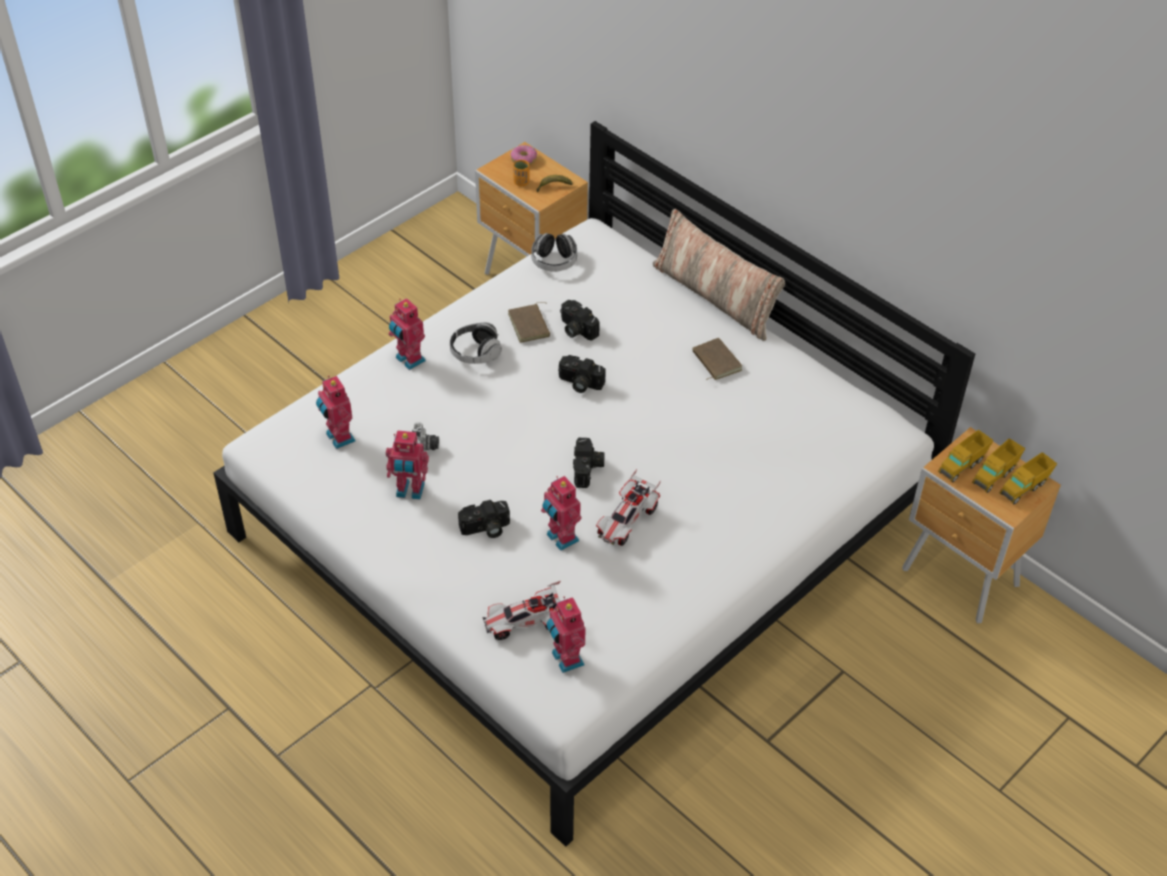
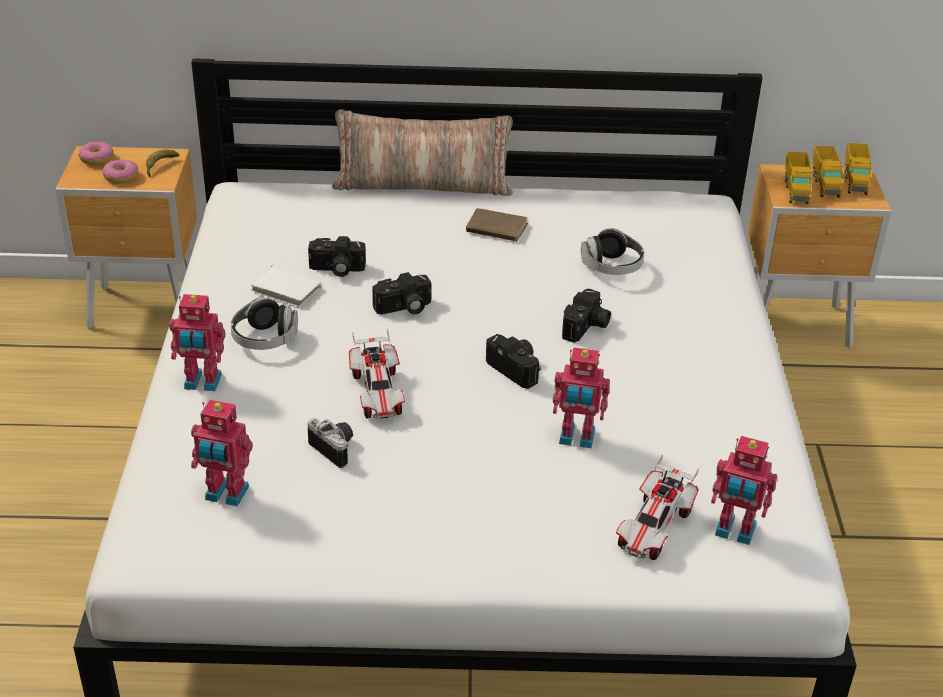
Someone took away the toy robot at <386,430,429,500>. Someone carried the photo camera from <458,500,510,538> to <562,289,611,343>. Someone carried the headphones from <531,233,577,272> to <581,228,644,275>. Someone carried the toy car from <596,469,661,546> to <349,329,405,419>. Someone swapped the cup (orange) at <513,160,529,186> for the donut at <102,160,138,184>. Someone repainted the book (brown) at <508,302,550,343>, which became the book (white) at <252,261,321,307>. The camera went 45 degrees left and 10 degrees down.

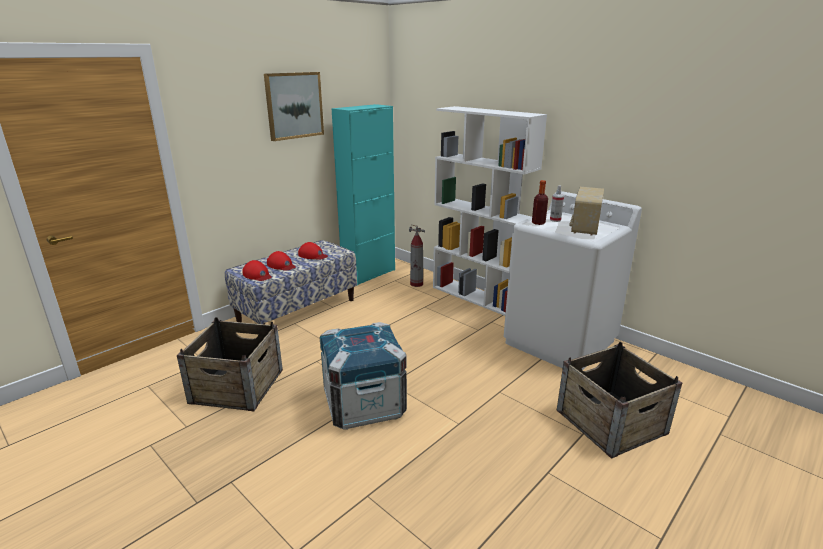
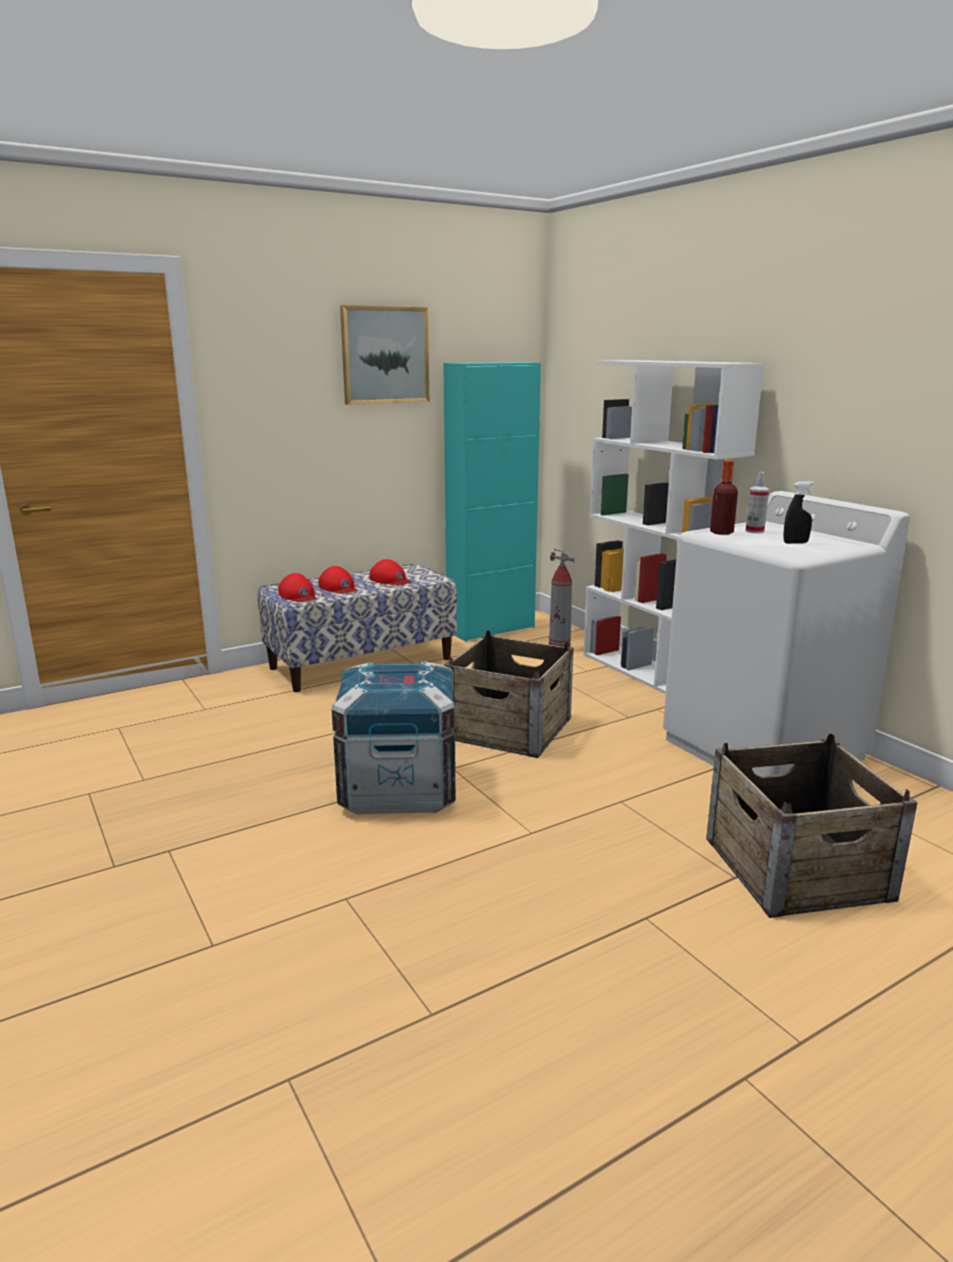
Someone carried the crate from <177,317,283,411> to <444,630,574,758>. Someone swapped the radio at <569,187,604,236> for the spray bottle (black) at <783,481,814,544>. The camera went 15 degrees right and 5 degrees down.

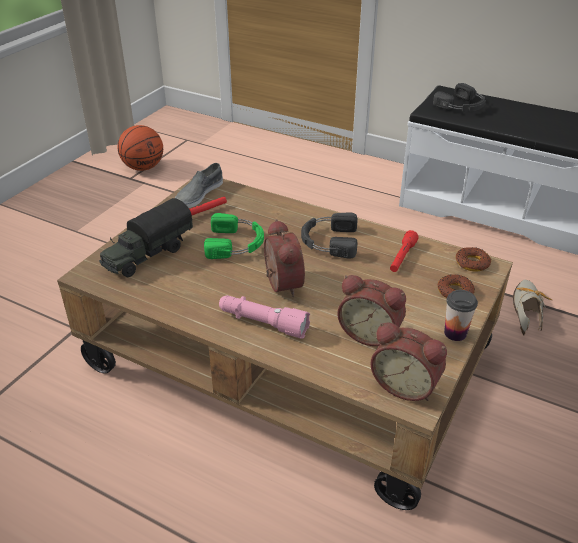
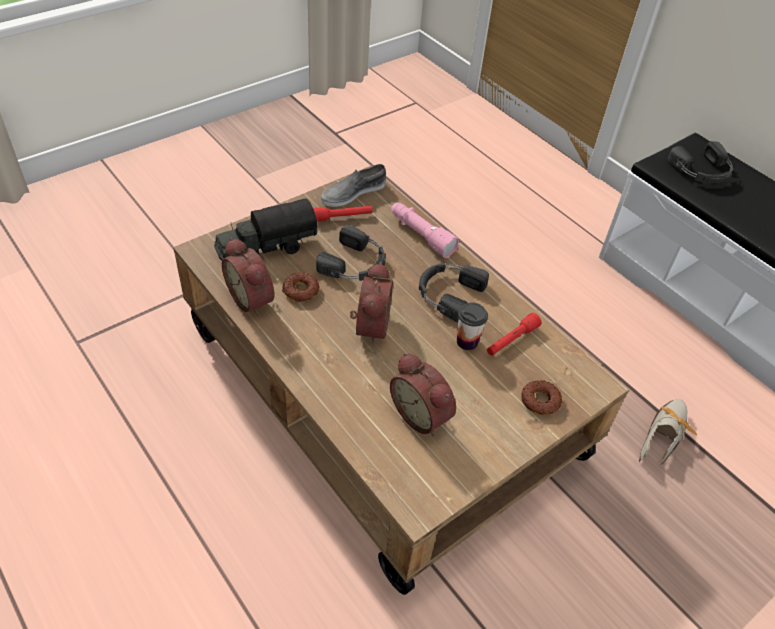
Someone took away the basketball at <118,125,163,171>. Someone carried the flashlight (pink) from <219,295,310,339> to <391,203,460,258>. Someone carried the alarm clock from <370,322,447,401> to <222,238,275,316>. Someone carried the cup from <444,290,478,341> to <457,302,488,350>. Someone carried the donut from <456,247,491,272> to <282,273,320,302>. Someone repainted the headphones (green) at <204,213,264,259>, which became the headphones (black) at <316,225,386,281>. The camera went 20 degrees right and 10 degrees up.

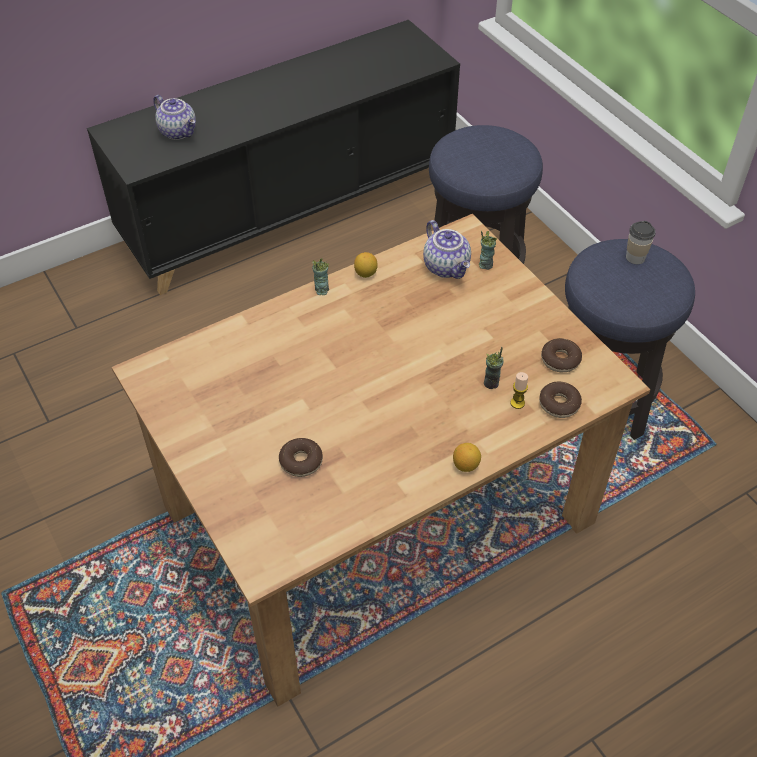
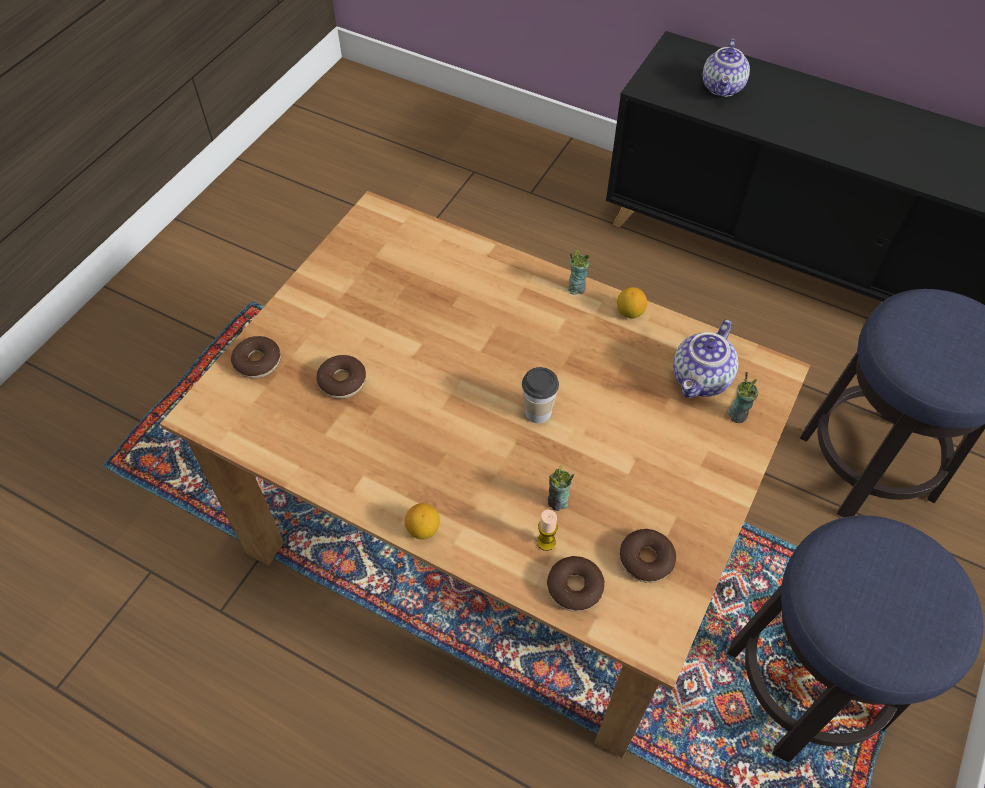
Someone put down the donut at <231,336,281,378>. Someone carried the cup from <626,221,656,264> to <522,367,559,424>. The camera went 60 degrees right and 5 degrees up.

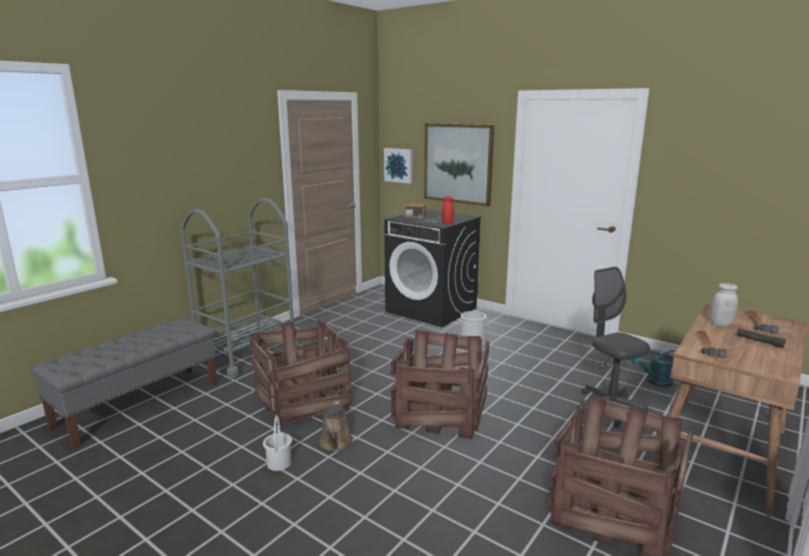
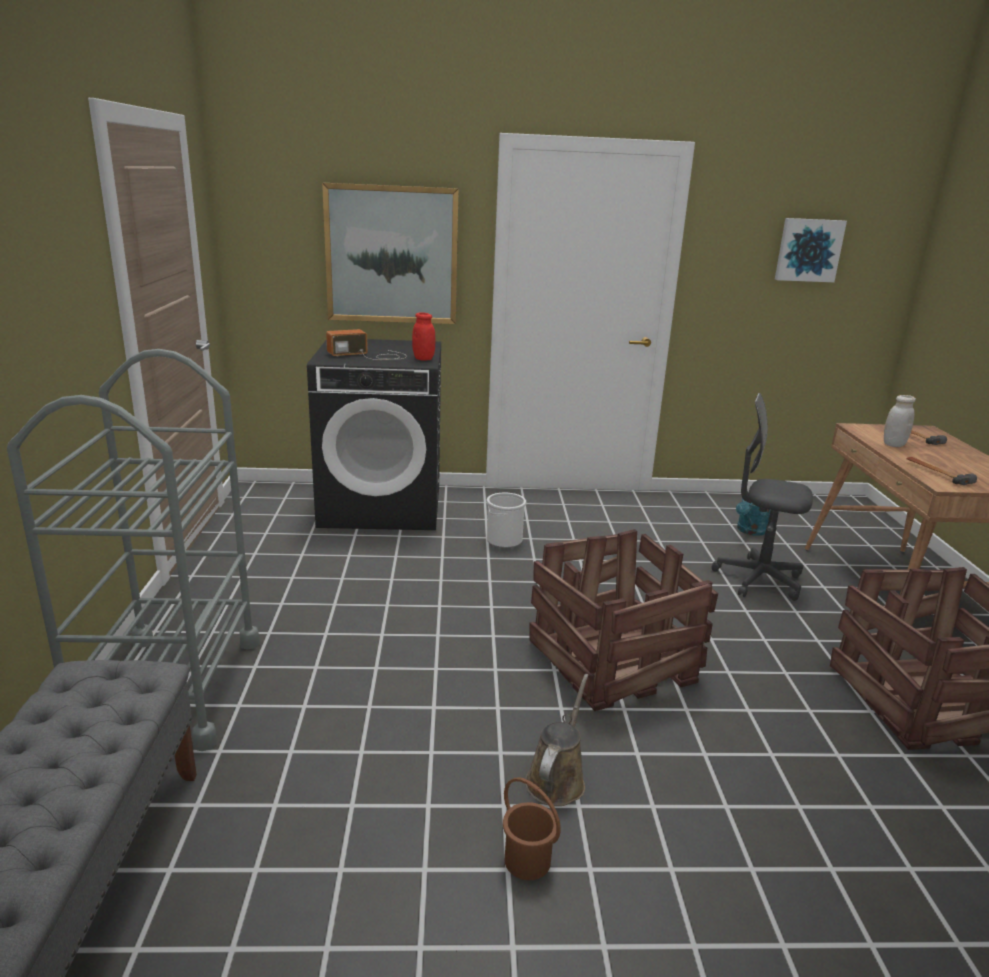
Someone took away the crate at <250,320,352,427>. Someone took away the flashlight (black) at <737,329,786,348>. Someone carried the picture from <384,148,412,184> to <775,218,847,282>. Someone repainted the bucket (white) at <263,415,292,471>, which became the bucket (brown) at <503,777,561,880>. Someone rotated the watering can (brown) at <320,401,353,451> by 120 degrees counterclockwise. The camera went 40 degrees left and 5 degrees up.

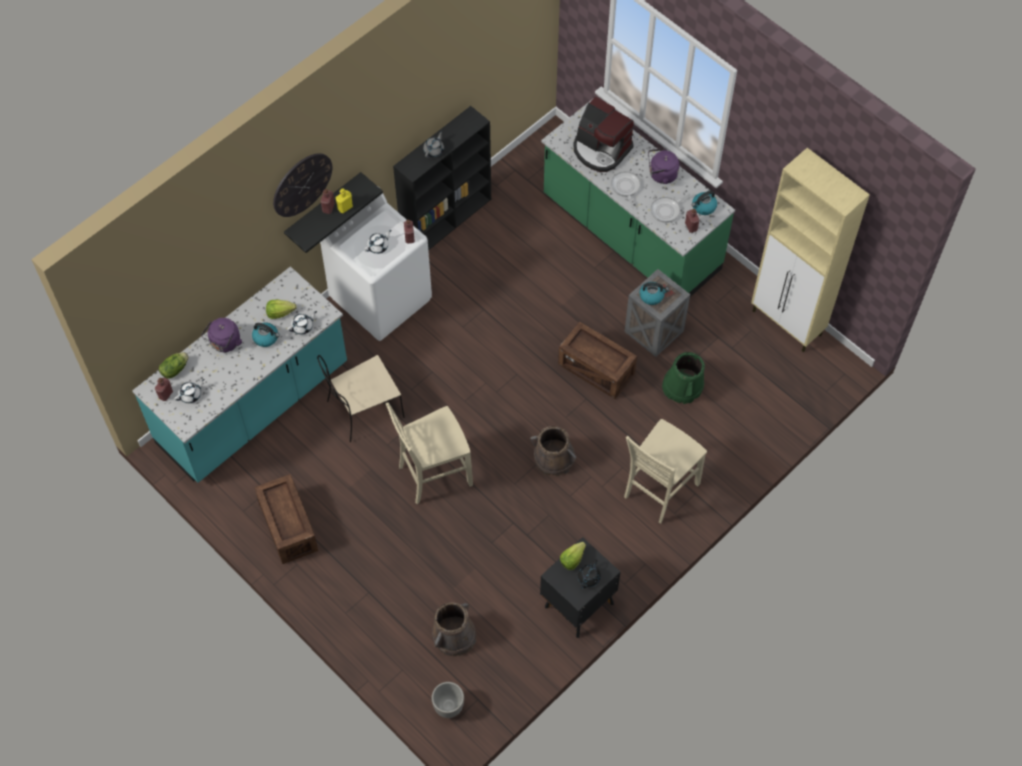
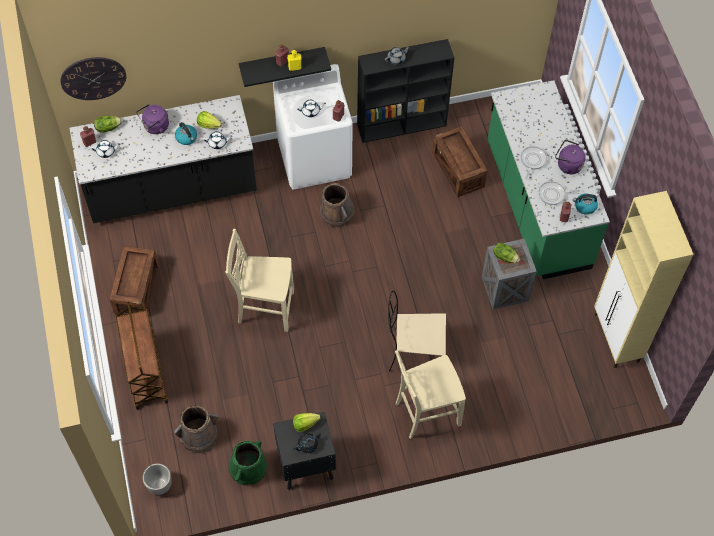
Someone took away the coffee machine at <573,96,634,172>. Someone put down the cart (brown) at <116,302,168,410>. Someone carried the wall clock from <273,153,332,217> to <61,57,126,100>. Someone carried the chair (beige) from <317,355,405,442> to <388,291,446,371>. Someone carried the bucket (brown) from <530,426,577,477> to <320,183,354,228>. Someone carried the crate from <558,321,637,399> to <433,126,487,197>. Someone carried the bucket (green) from <662,352,705,404> to <228,441,267,485>. Someone swapped the kettle at <639,282,669,305> for the lettuce at <493,243,520,263>. Someone repainted the counter (turquoise) at <132,266,347,483>, which became the counter (black) at <70,95,257,223>. The camera went 30 degrees right and 0 degrees up.

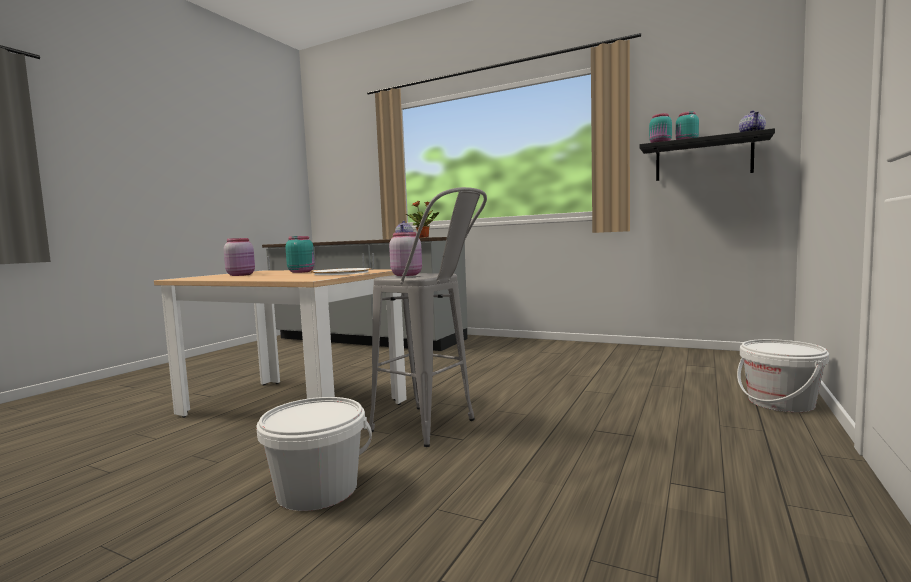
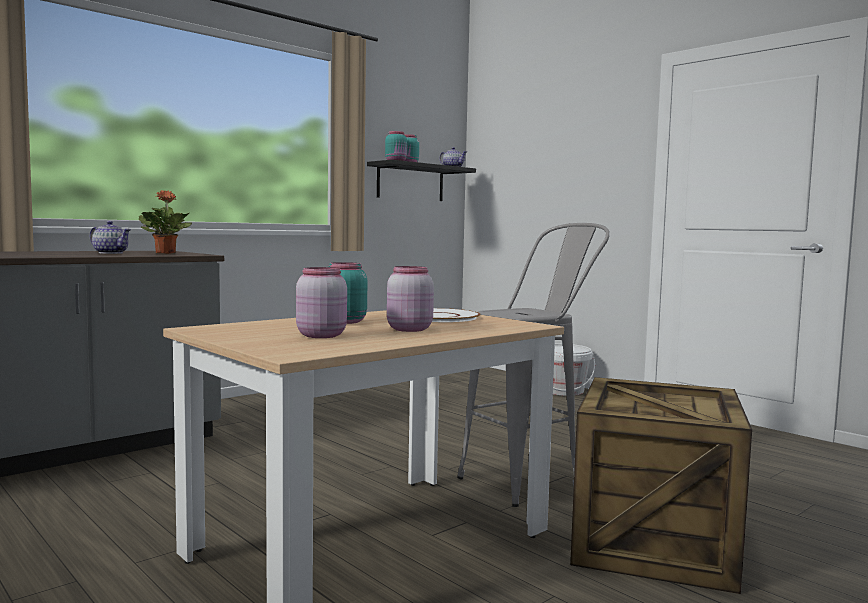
Someone carried the jar (pink) from <389,232,422,276> to <387,266,434,332>. Someone swapped the bucket (white) at <256,397,372,511> for the crate at <570,377,752,594>. The camera went 70 degrees left and 0 degrees up.

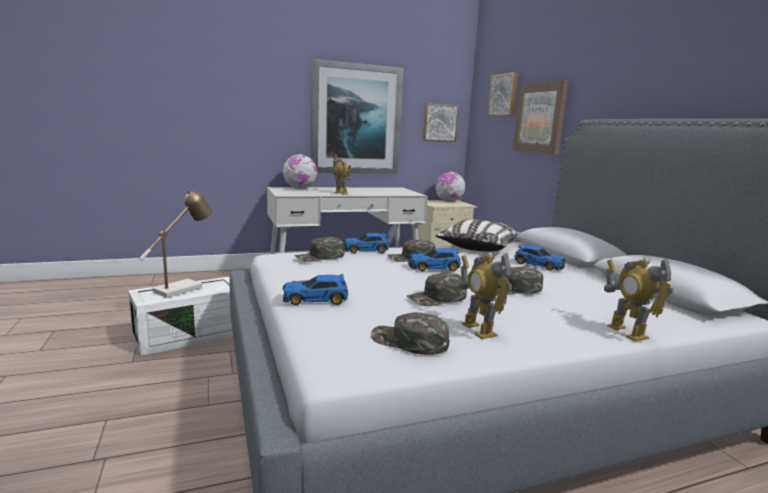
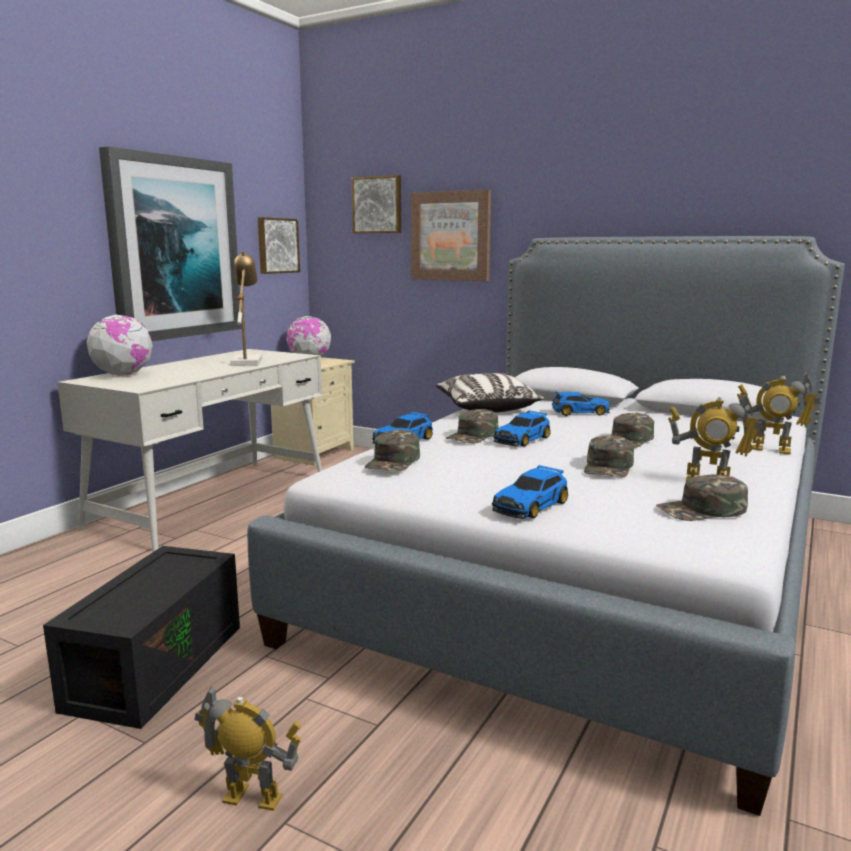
Someone carried the table lamp from <139,190,212,298> to <231,251,262,366>. Someone carried the toy robot from <333,155,351,195> to <194,685,301,811>. Someone repainted the storage box (white) at <128,277,233,356>, which became the storage box (black) at <43,546,240,729>. The camera went 40 degrees left and 0 degrees up.

